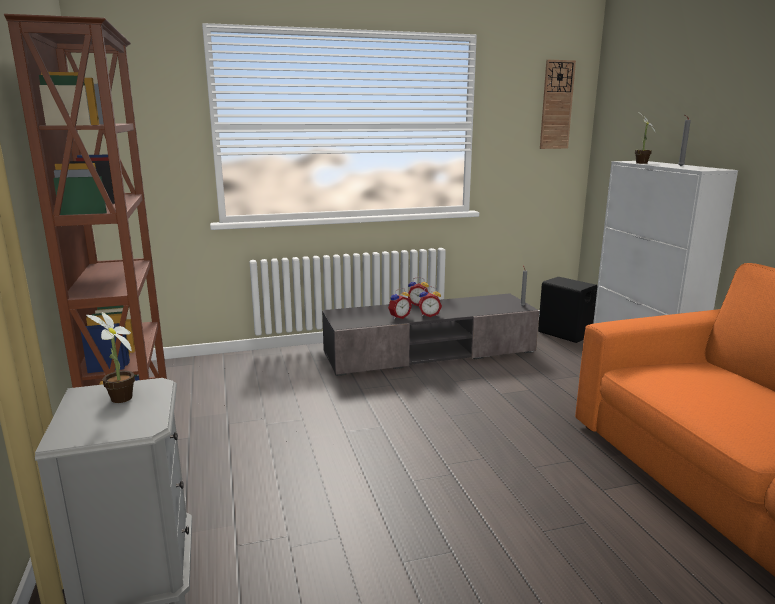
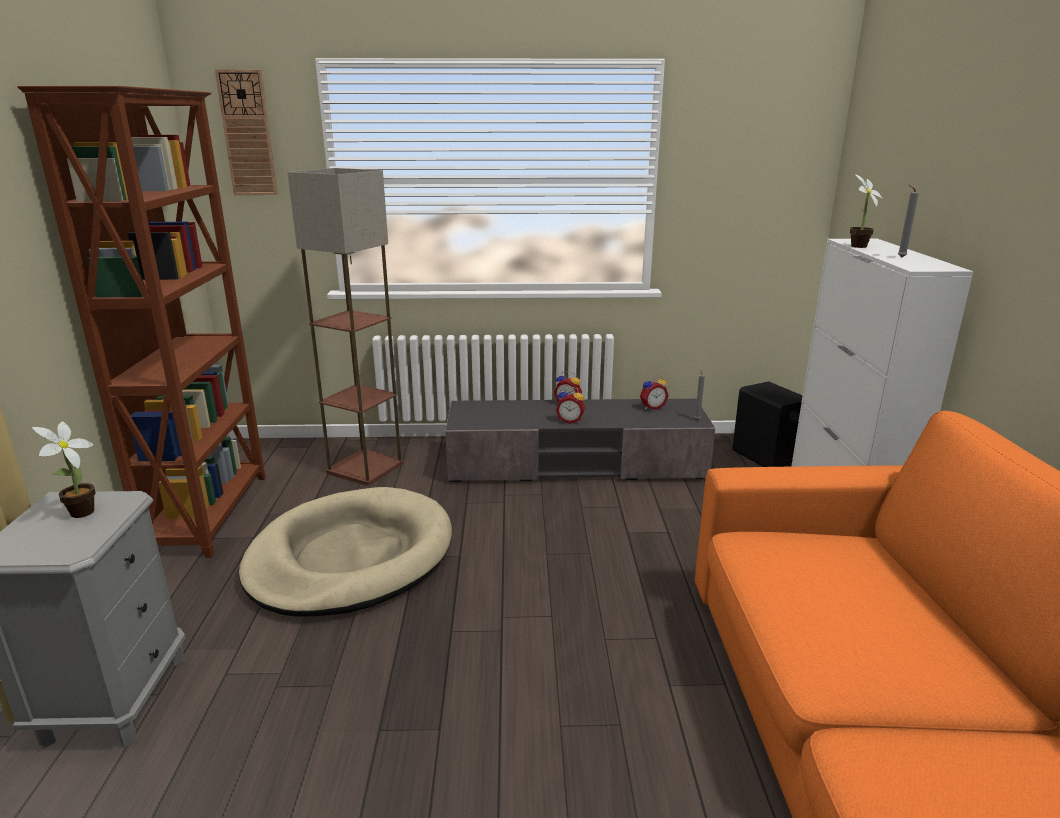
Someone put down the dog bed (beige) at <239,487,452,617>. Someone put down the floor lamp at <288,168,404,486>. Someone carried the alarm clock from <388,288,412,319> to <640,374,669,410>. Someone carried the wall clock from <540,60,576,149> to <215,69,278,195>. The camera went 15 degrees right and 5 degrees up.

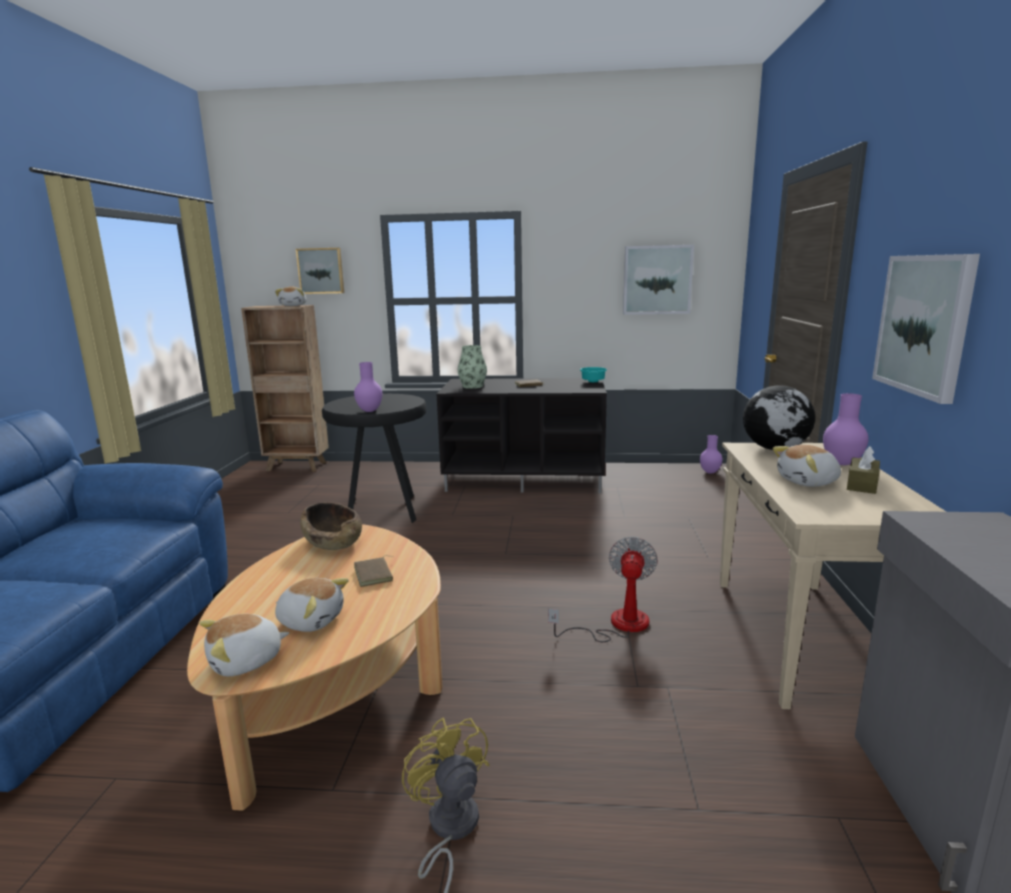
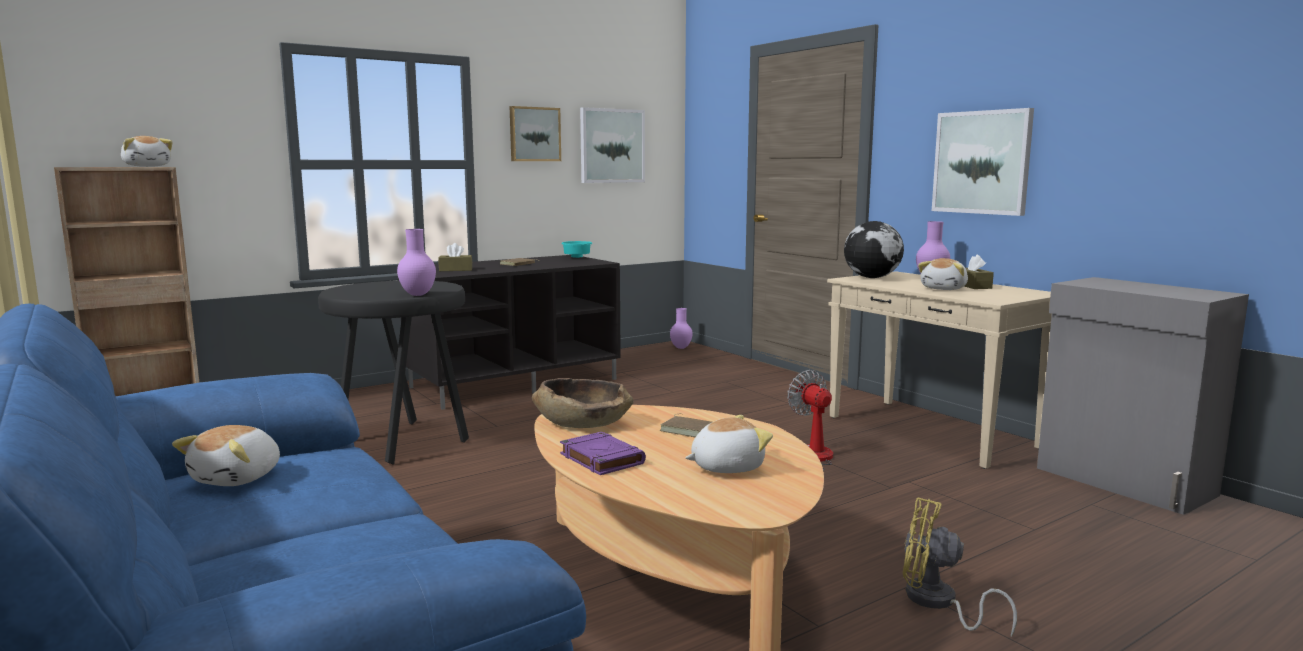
Someone put down the book (purple) at <560,432,646,475>. Someone carried the plush toy from <199,614,289,676> to <172,425,280,486>. Someone carried the picture from <296,248,344,294> to <509,106,561,161>. Someone swapped the vase at <458,345,487,389> for the tissue box (brown) at <438,243,472,271>. The camera went 40 degrees left and 5 degrees down.

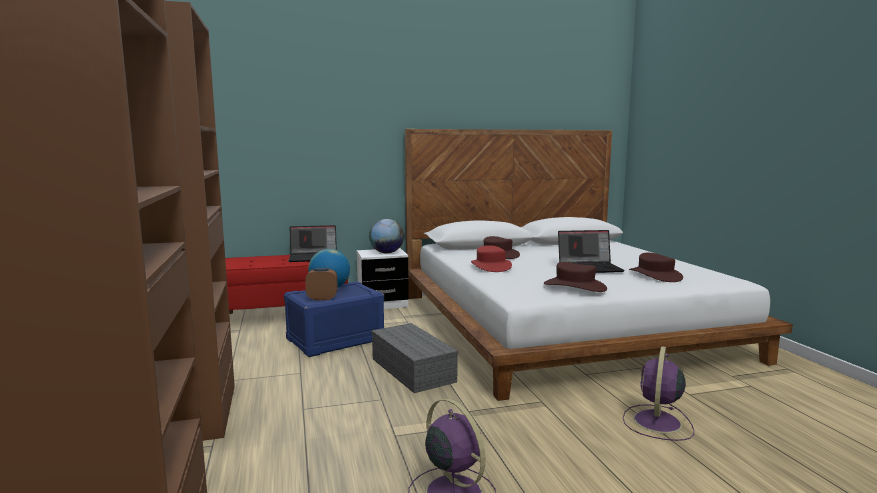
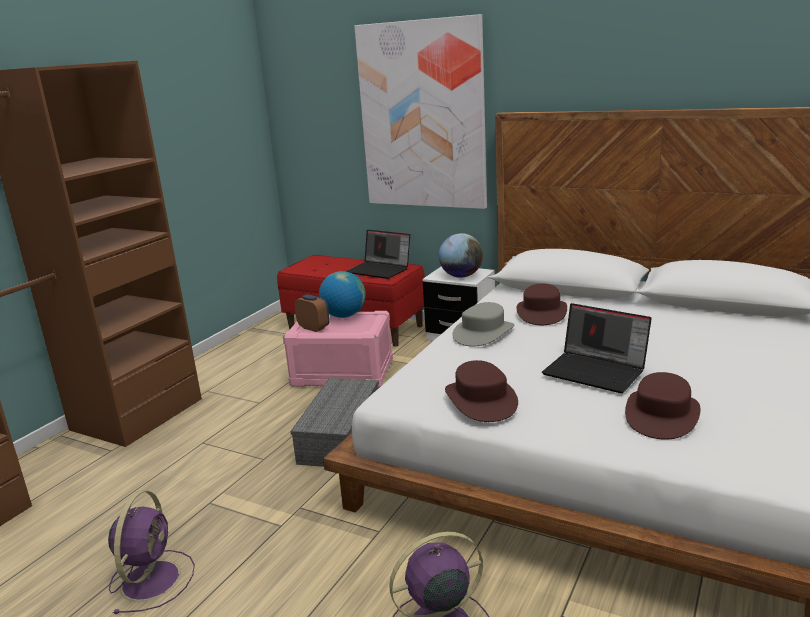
Someone put up the picture at <354,14,487,209>. Someone repainted the storage box (blue) at <284,281,384,357>, which became the storage box (pink) at <283,311,393,388>. Someone repainted the hat (red) at <471,245,512,272>, which became the hat (grey) at <452,302,514,347>. The camera went 45 degrees right and 10 degrees up.

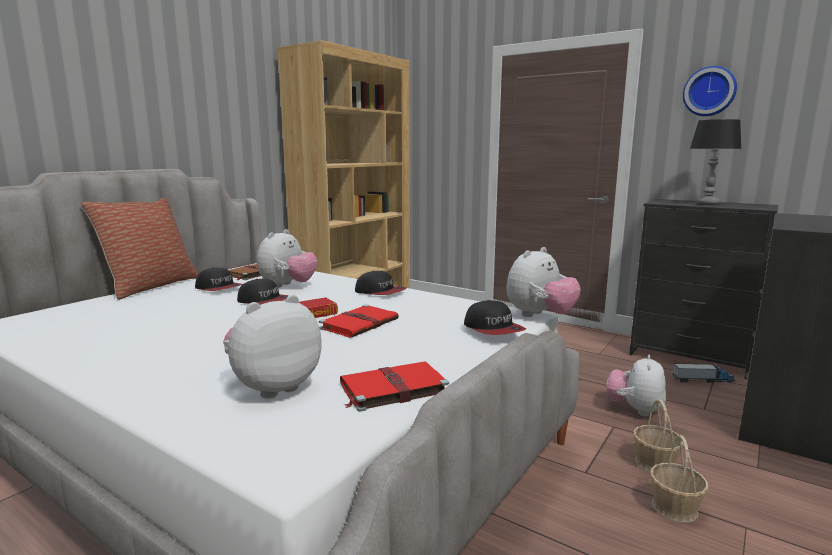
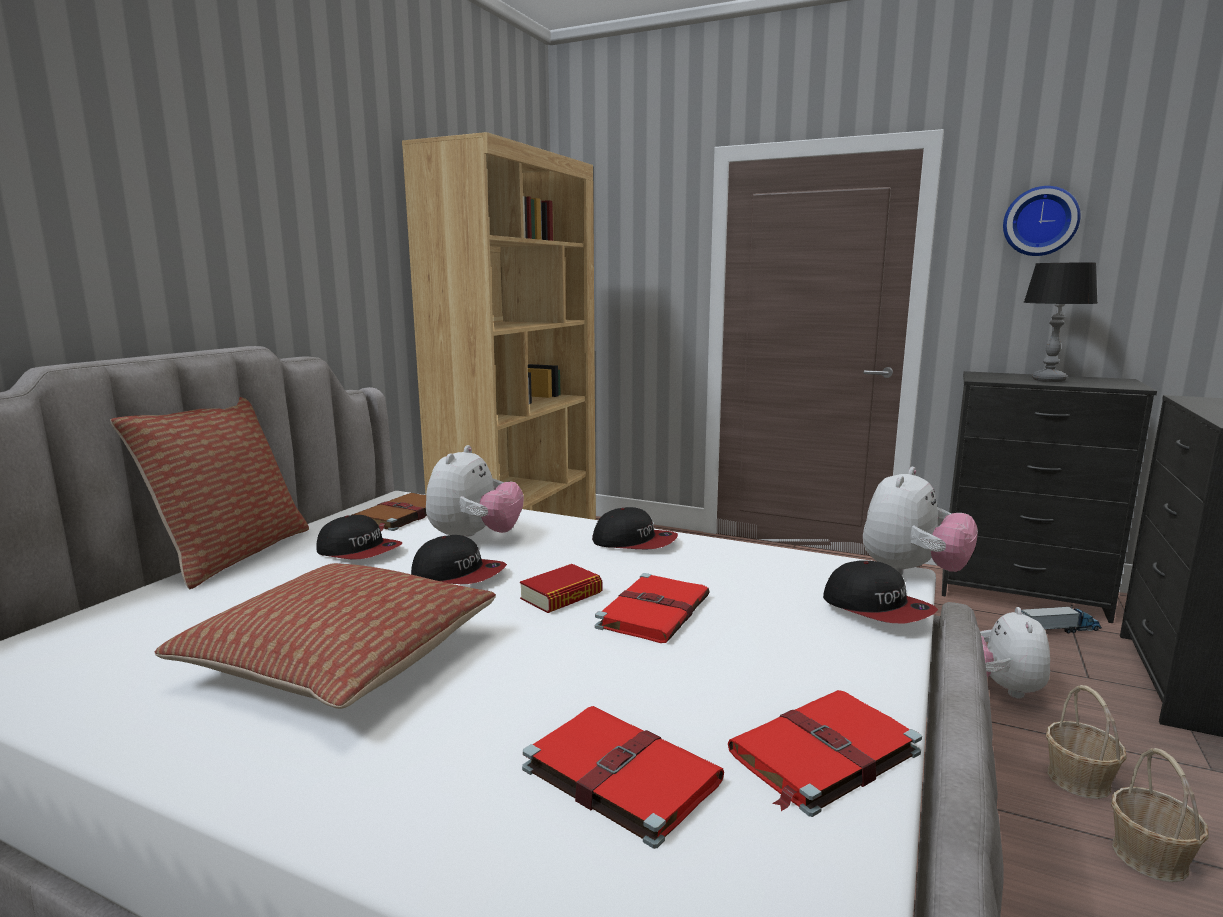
Someone put down the pillow at <155,563,496,709>. Someone swapped the plush toy at <223,295,322,399> for the book (red) at <522,706,724,849>. The camera went 10 degrees left and 0 degrees up.

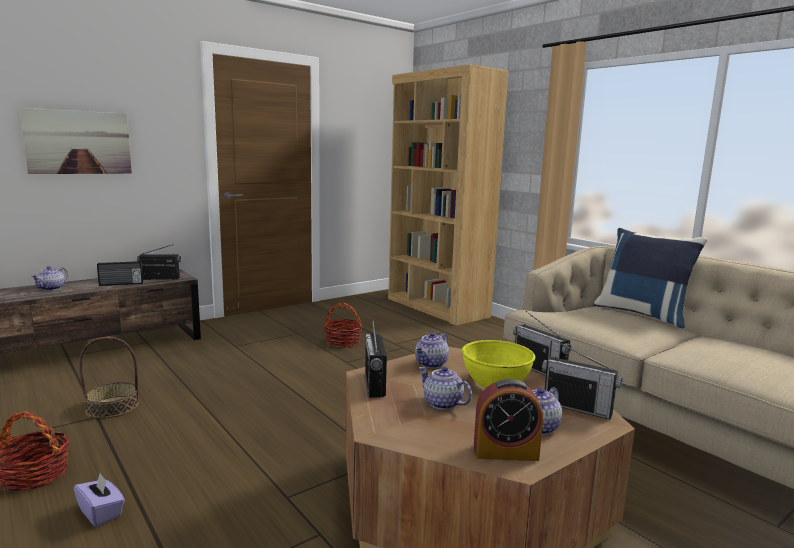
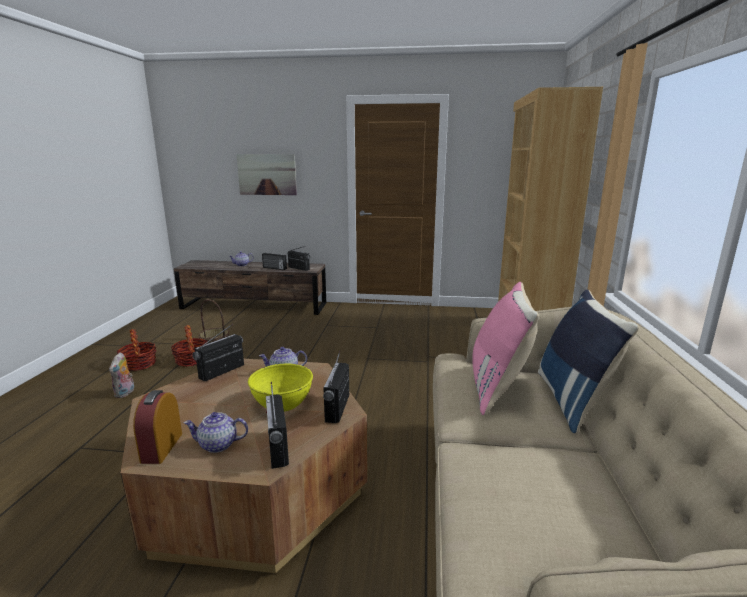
Someone took away the teapot at <419,366,472,410>. Someone put down the pillow (pink) at <472,282,539,416>. Someone carried the basket from <324,303,362,348> to <171,325,208,367>. Someone swapped the tissue box (purple) at <74,473,125,527> for the plush toy at <109,352,134,398>. Someone rotated the alarm clock at <474,379,543,461> by 45 degrees clockwise. The camera went 45 degrees right and 5 degrees up.

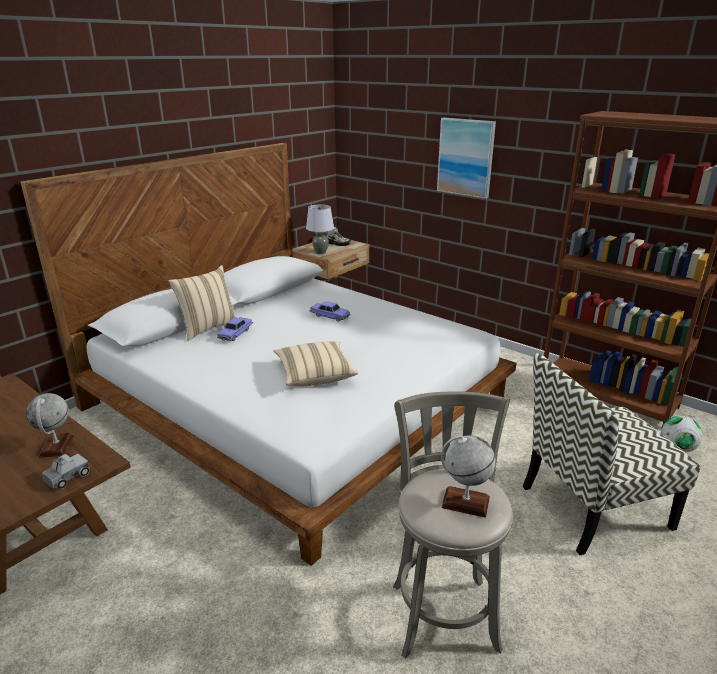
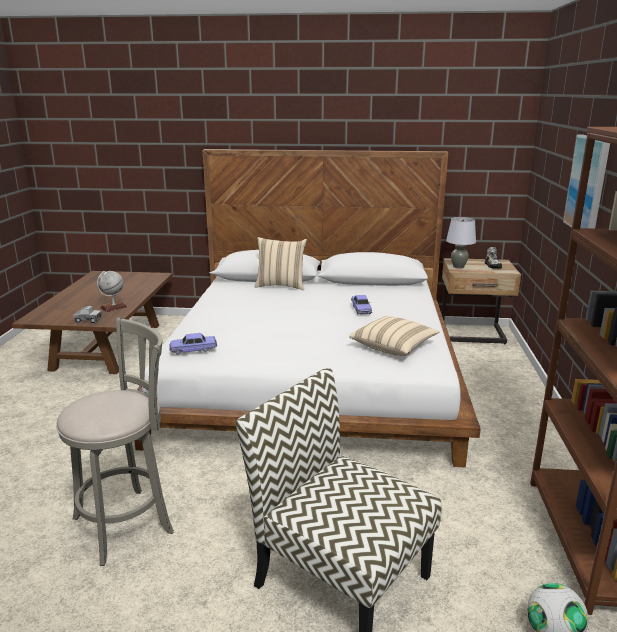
Someone took away the globe at <441,435,495,518>. Someone carried the toy car from <217,317,253,341> to <169,333,217,355>. Someone carried the pillow (beige) from <273,341,358,386> to <349,316,440,356>. The camera went 55 degrees right and 5 degrees down.

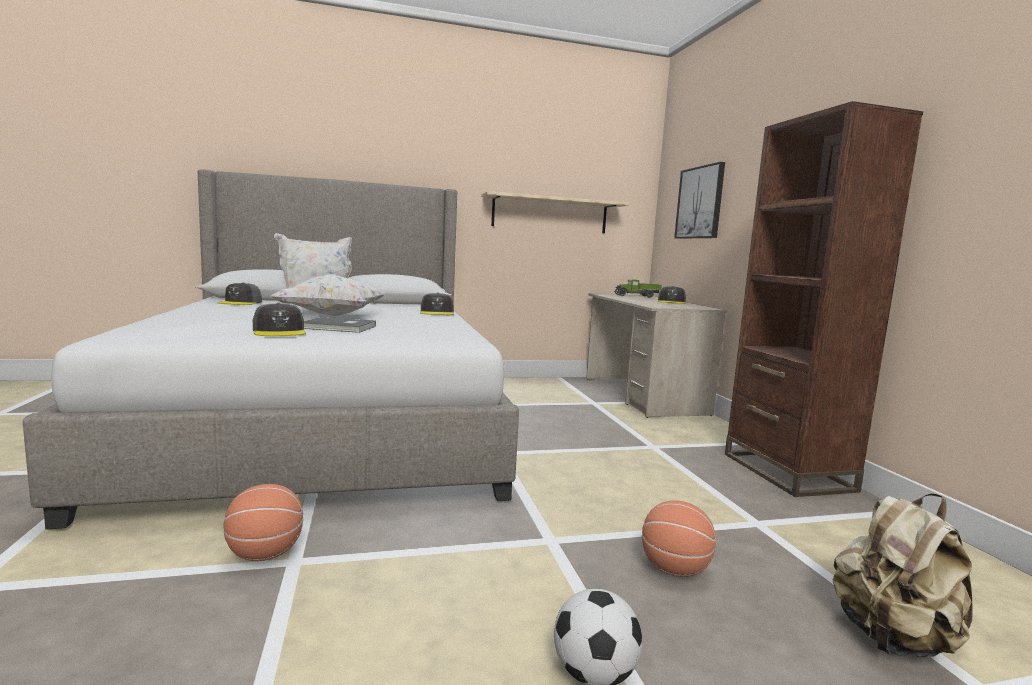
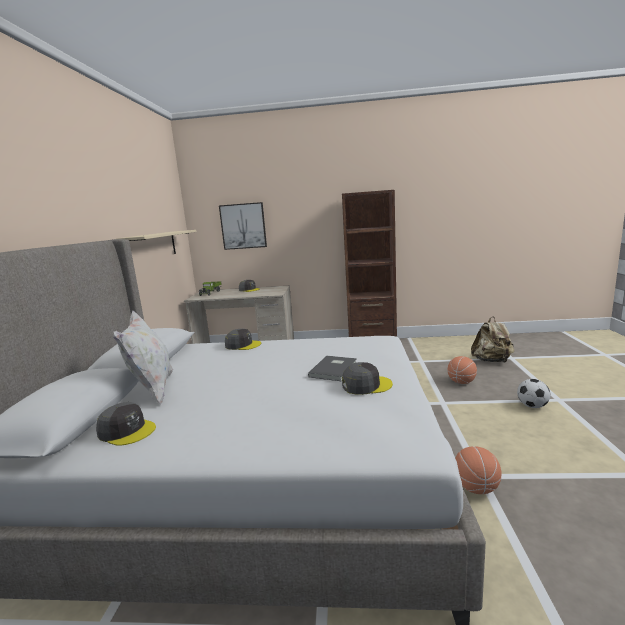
Someone took away the pillow (white) at <271,274,385,316>. The camera went 70 degrees left and 5 degrees up.

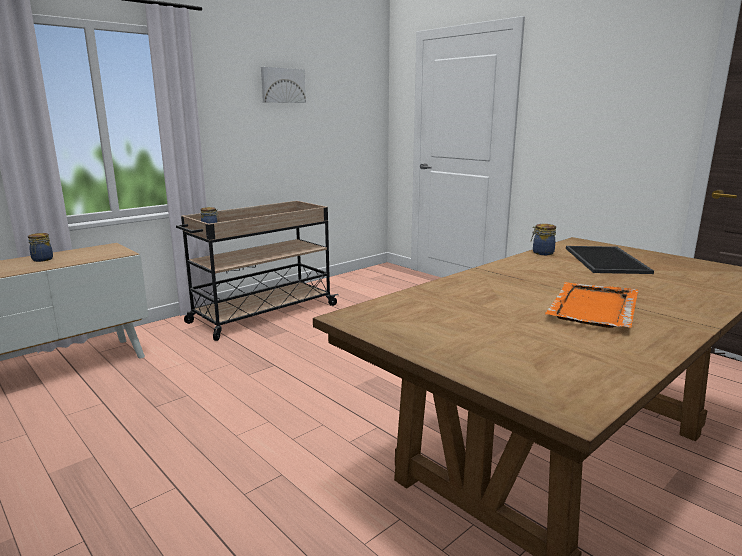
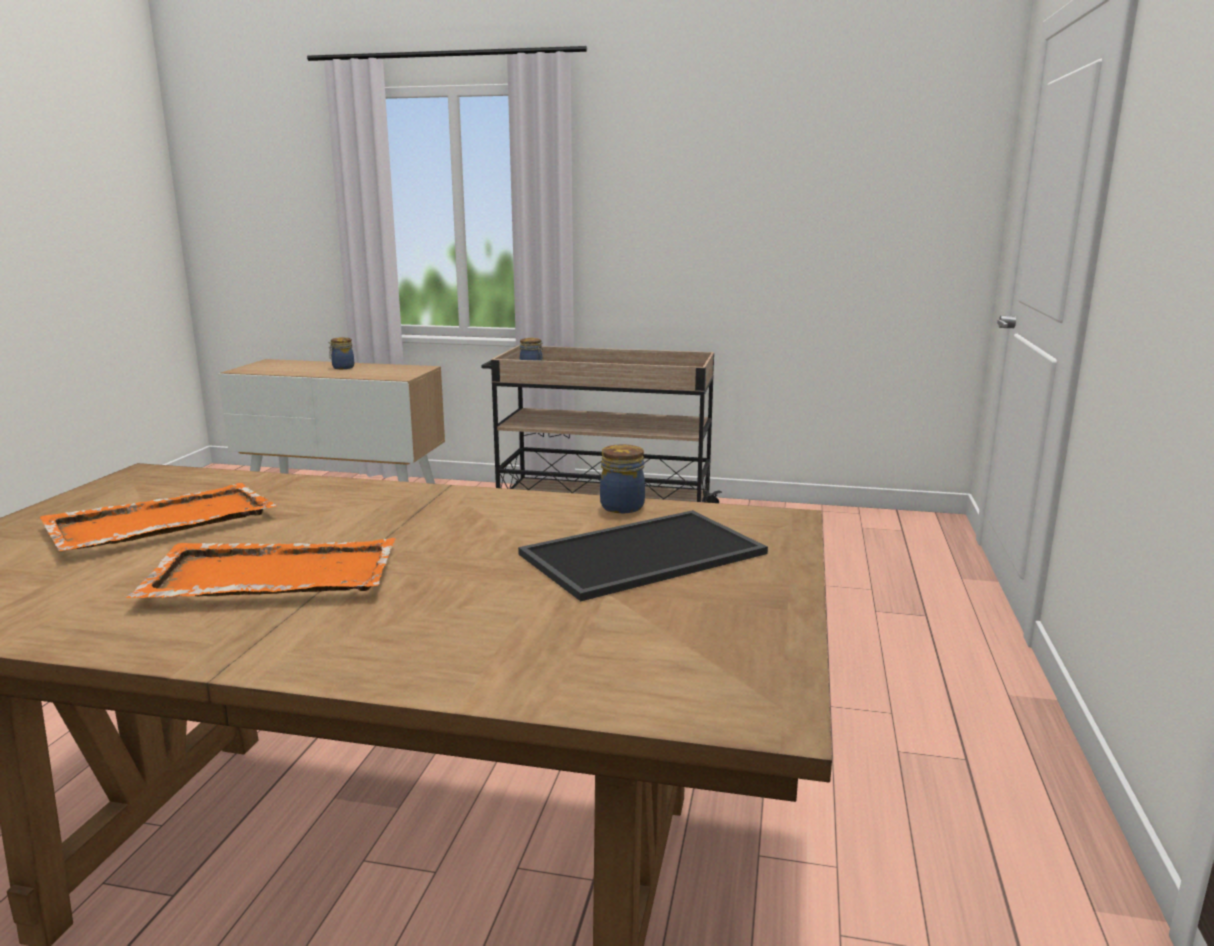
Someone took away the picture at <261,67,306,103>. Someone put down the tray (orange) at <39,483,277,551>. The camera went 55 degrees right and 0 degrees up.

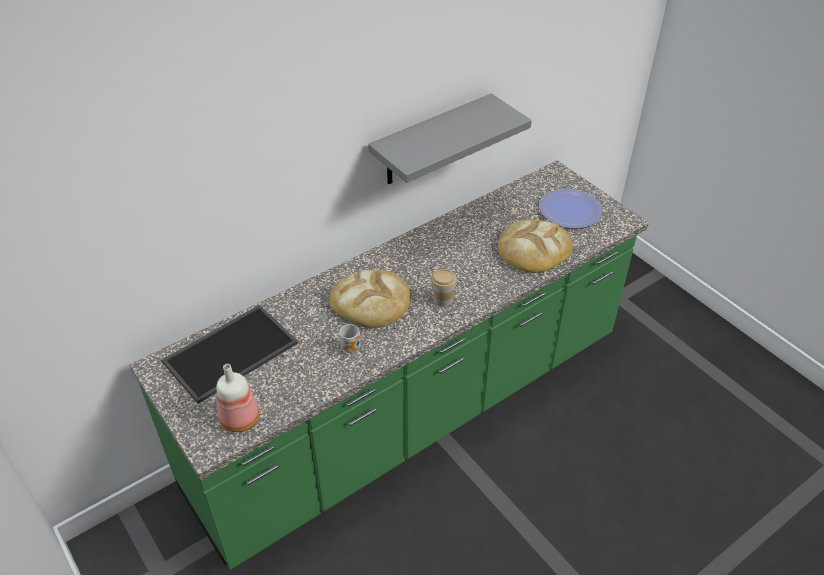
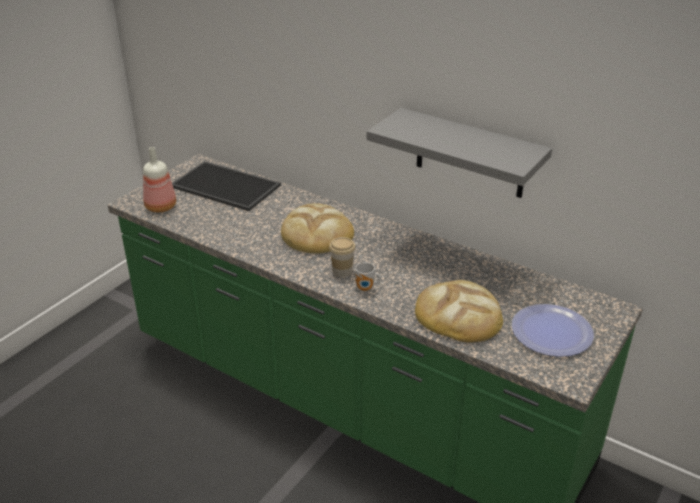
Someone carried the mug from <339,324,359,353> to <355,262,380,292>. The camera went 70 degrees right and 10 degrees down.

